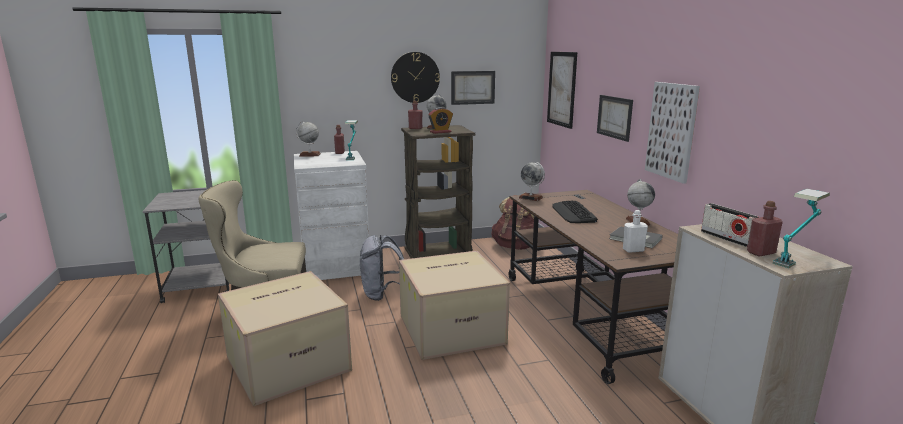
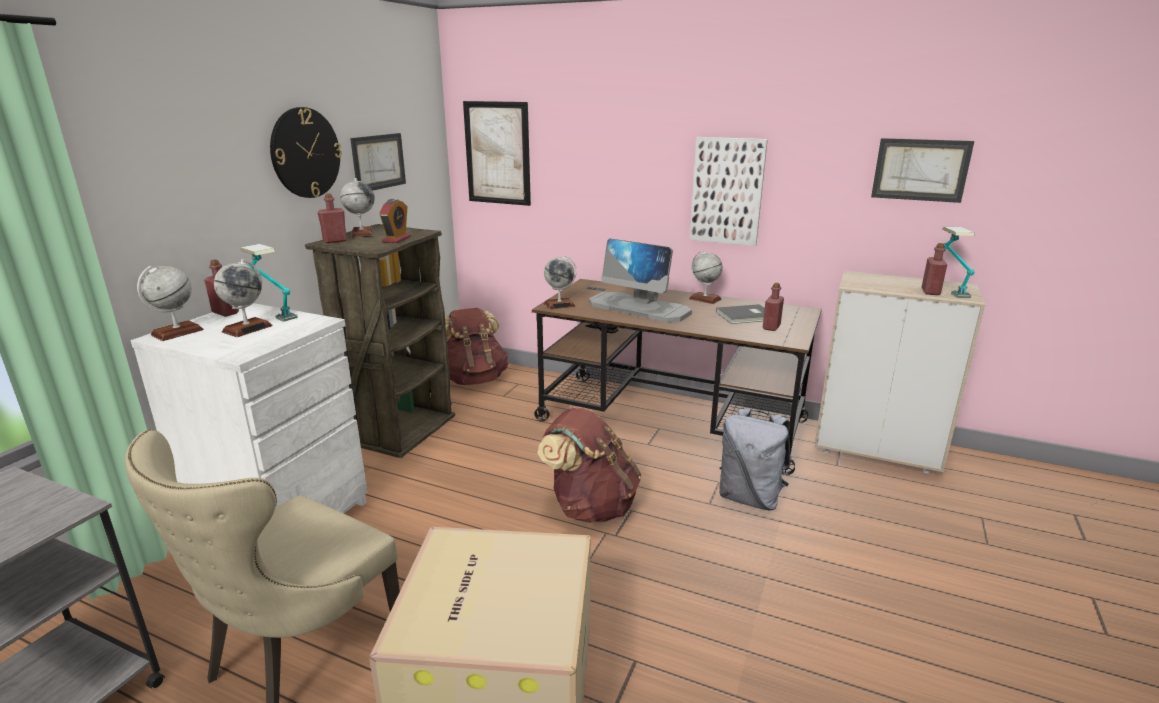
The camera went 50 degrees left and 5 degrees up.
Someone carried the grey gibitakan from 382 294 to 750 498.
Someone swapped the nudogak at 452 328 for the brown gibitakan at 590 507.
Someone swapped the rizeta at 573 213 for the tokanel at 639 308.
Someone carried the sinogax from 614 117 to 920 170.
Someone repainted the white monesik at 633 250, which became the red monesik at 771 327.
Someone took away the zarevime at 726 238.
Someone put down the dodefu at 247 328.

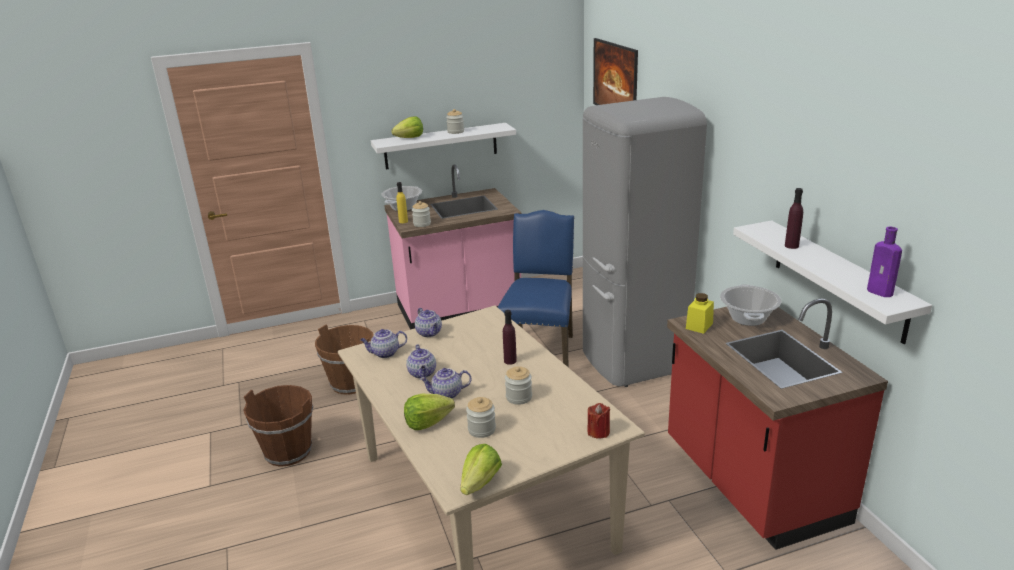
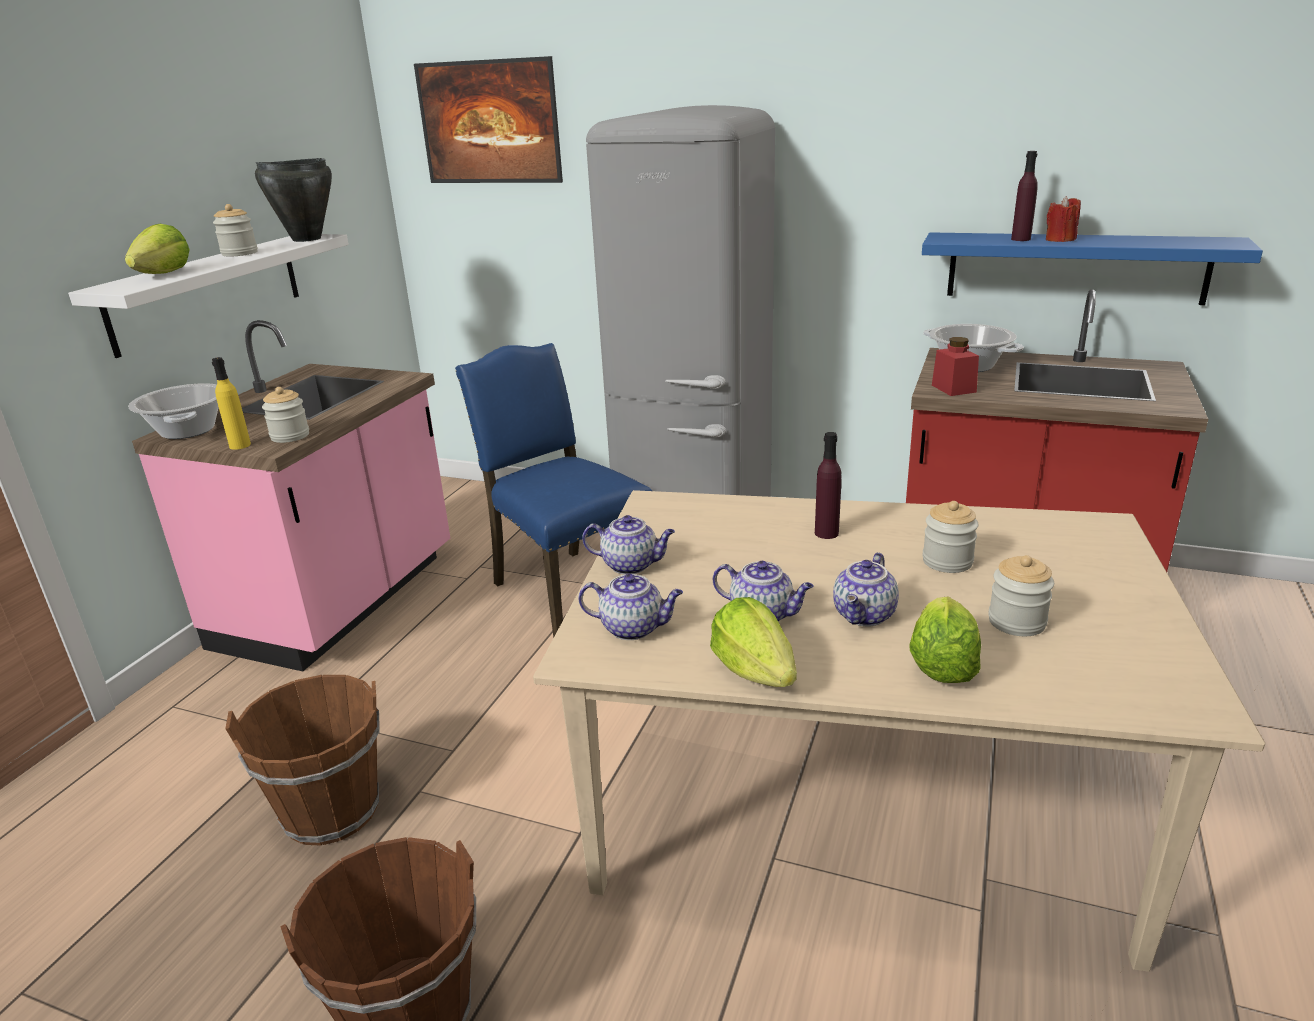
The camera went 50 degrees left and 0 degrees up.
Someone rotated the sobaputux at 385 353 by 105 degrees counterclockwise.
Someone carried the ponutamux from 480 483 to 754 671.
Someone carried the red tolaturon from 598 432 to 1060 240.
Someone repainted the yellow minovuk at 699 326, which became the red minovuk at 953 388.
Someone repainted the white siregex at 838 279, which became the blue siregex at 1075 267.
Someone took away the purple monesik at 881 292.
Someone put down the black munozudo at 306 239.

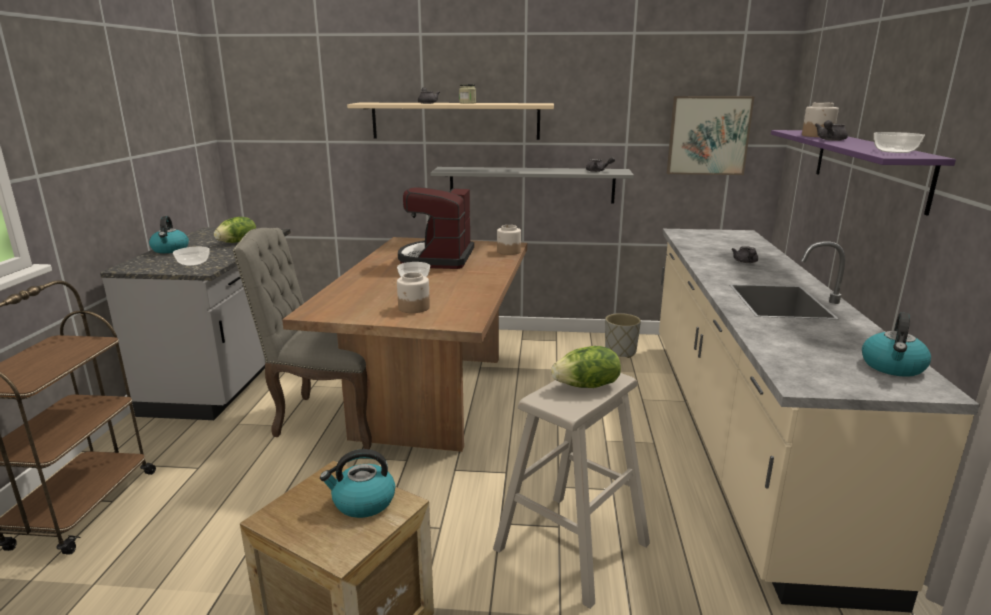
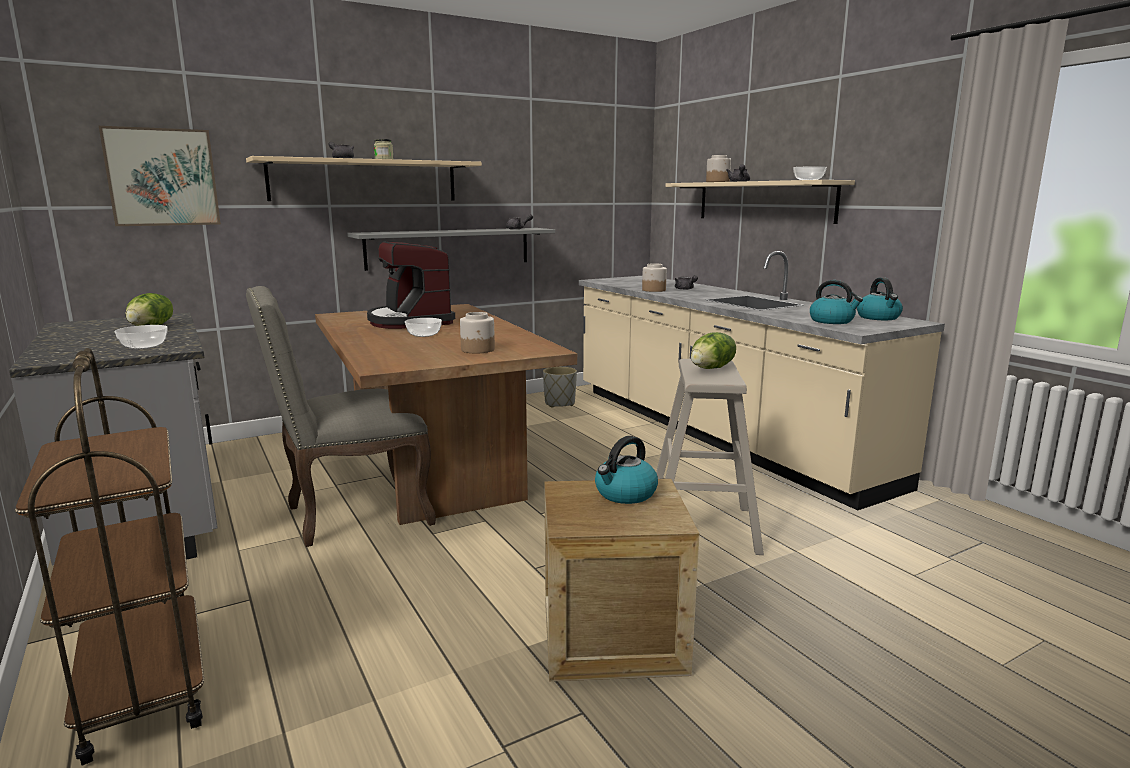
The camera went 35 degrees left and 5 degrees down.
Someone carried the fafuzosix from 170 250 to 832 321.
Someone carried the minovuk from 508 251 to 653 290.
Someone carried the sinogax from 708 135 to 162 177.
Someone repainted the purple siregex at 868 166, which became the beige siregex at 763 201.

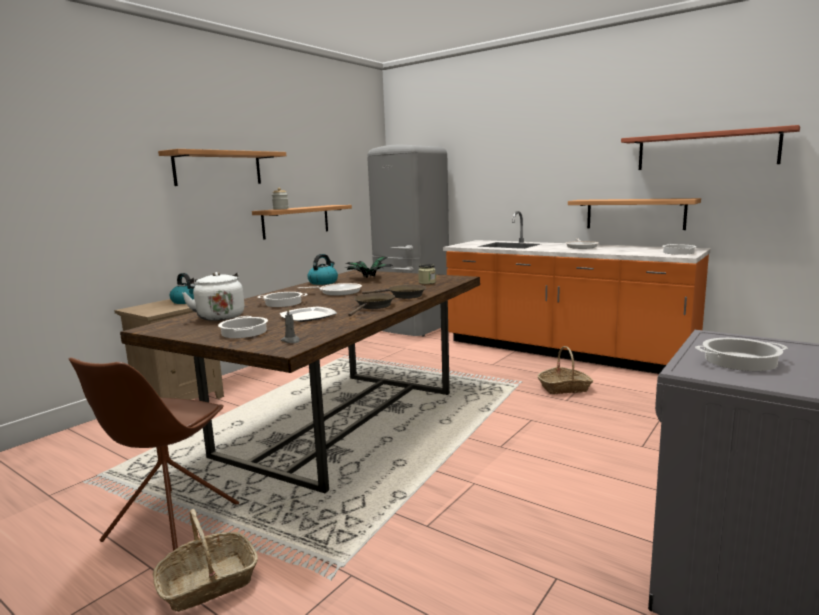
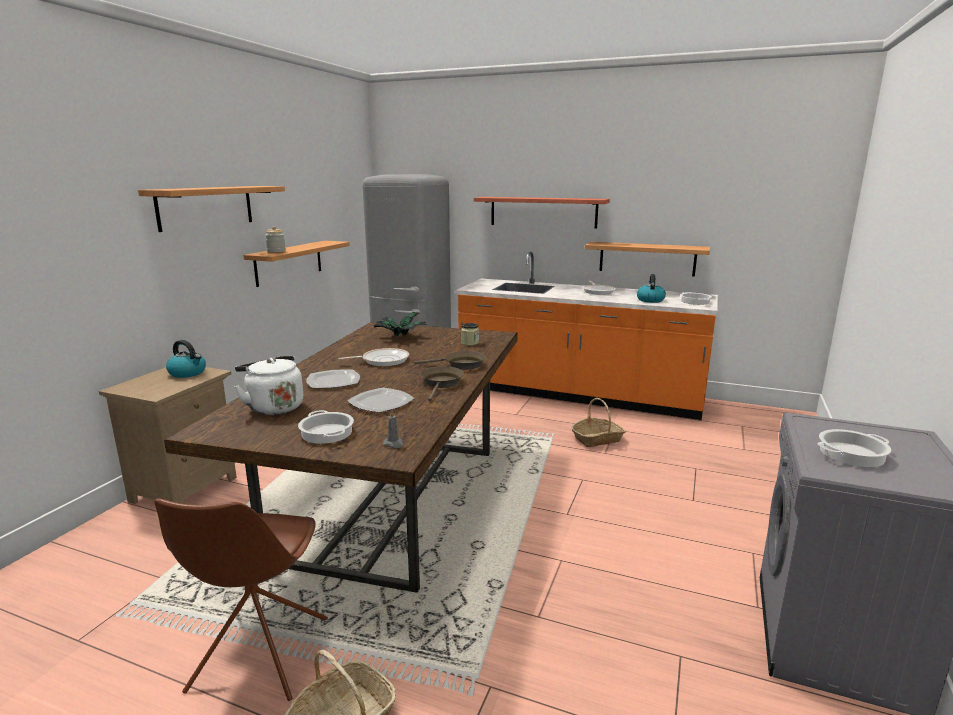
The camera went 15 degrees left and 5 degrees up.
Someone swapped the munozudo at 283 303 for the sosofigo at 334 381.
Someone carried the fafuzosix from 323 282 to 650 300.
Someone carried the siregex from 706 150 to 543 212.

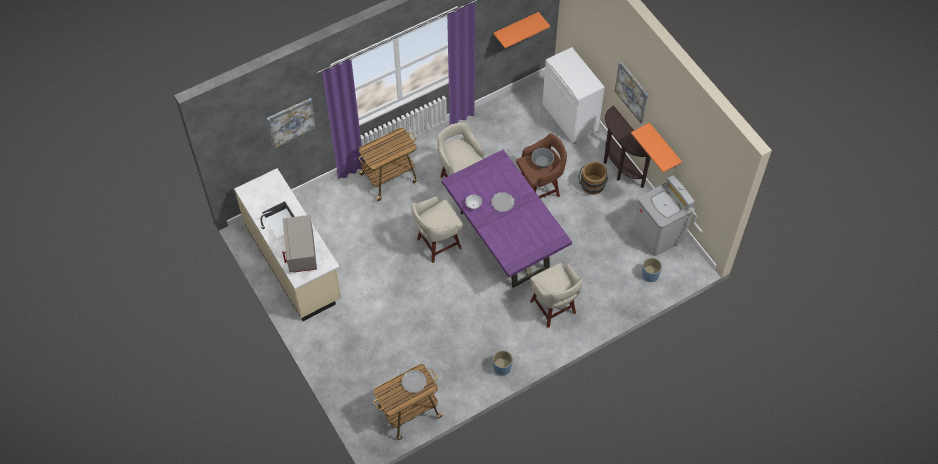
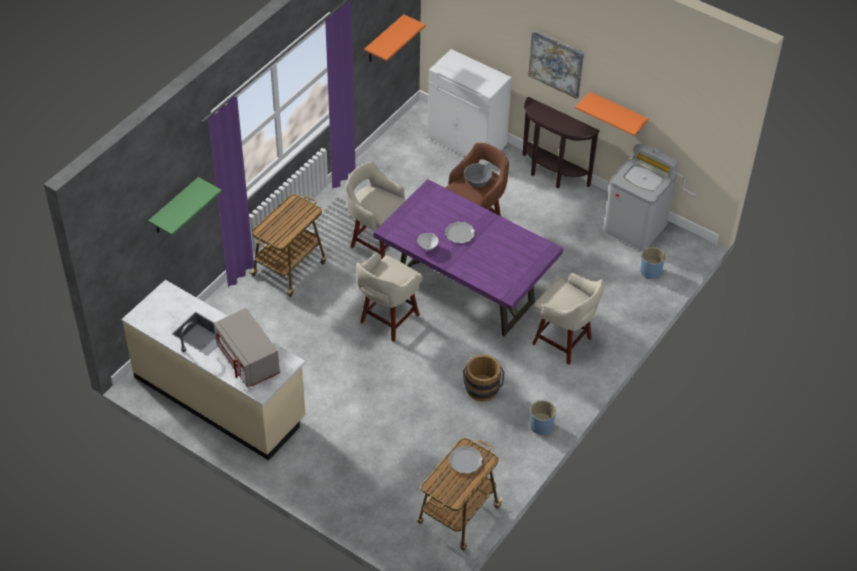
The camera went 25 degrees left and 10 degrees down.
Someone swapped the sinogax at 291 122 for the green siregex at 174 207.
Someone carried the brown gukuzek from 592 187 to 482 391.

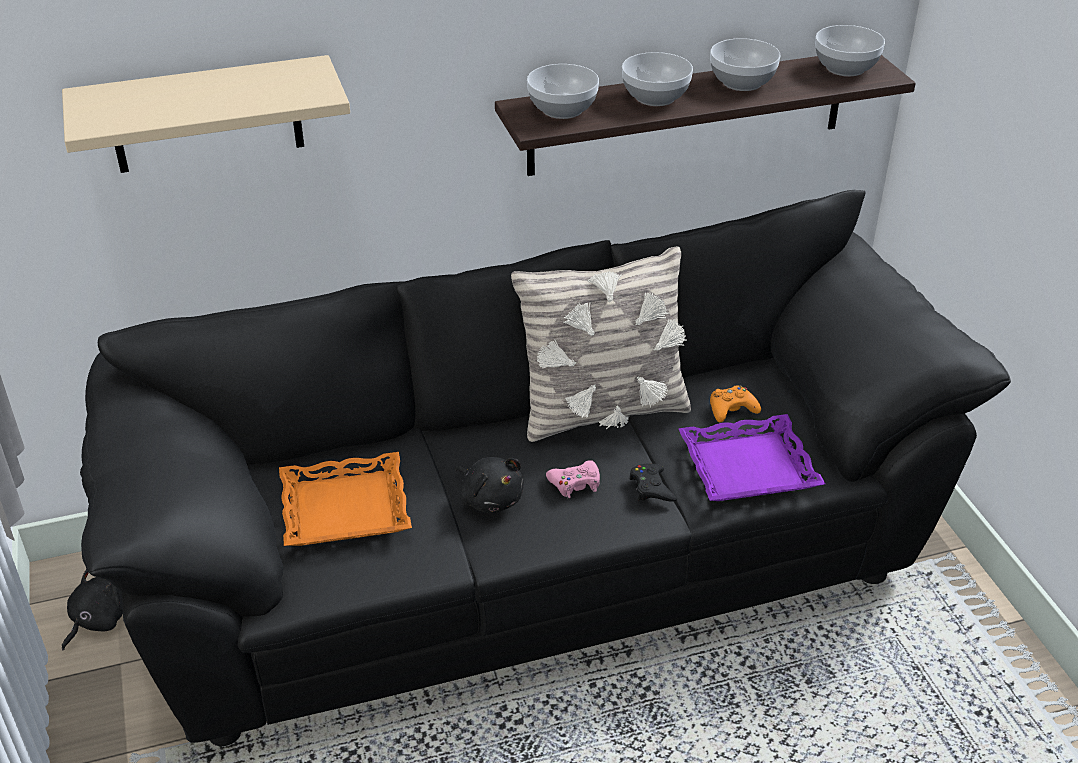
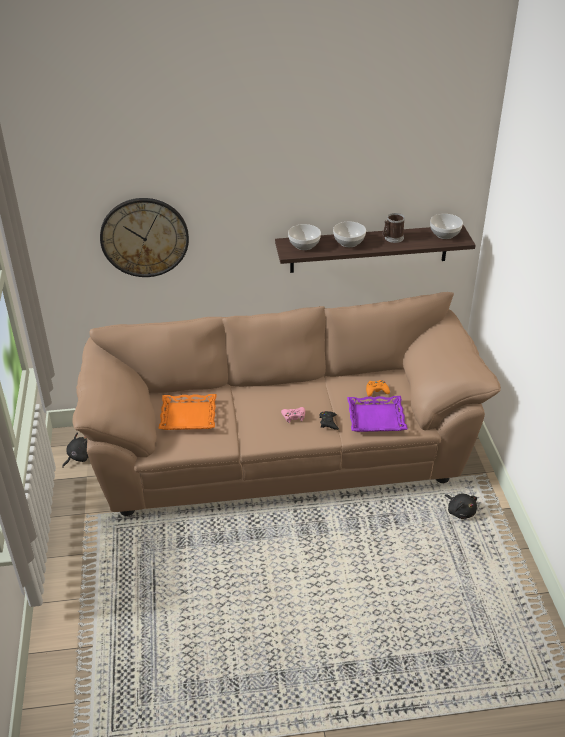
The camera went 10 degrees right and 0 degrees up.
Someone swapped the beige siregex at 206 115 for the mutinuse at 144 237.
Someone repainted the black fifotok at 539 570, which became the beige fifotok at 283 458.
Someone carried the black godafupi from 490 498 to 460 511.
Someone took away the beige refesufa at 603 412.
Someone swapped the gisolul at 742 83 for the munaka at 392 238.

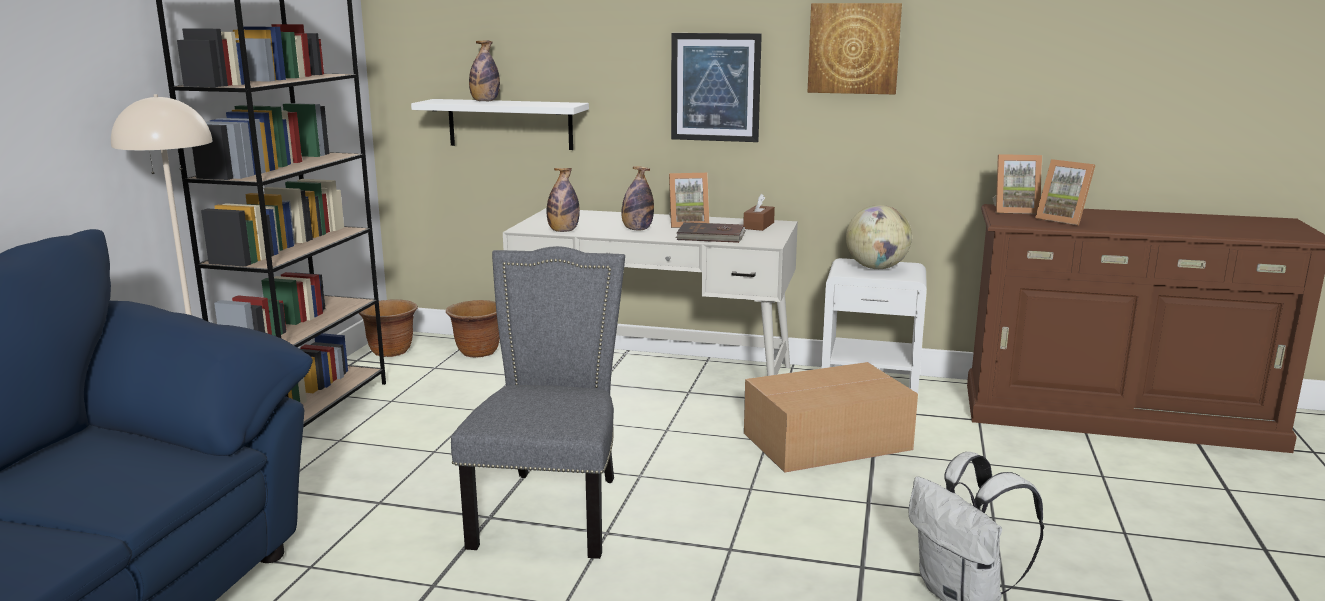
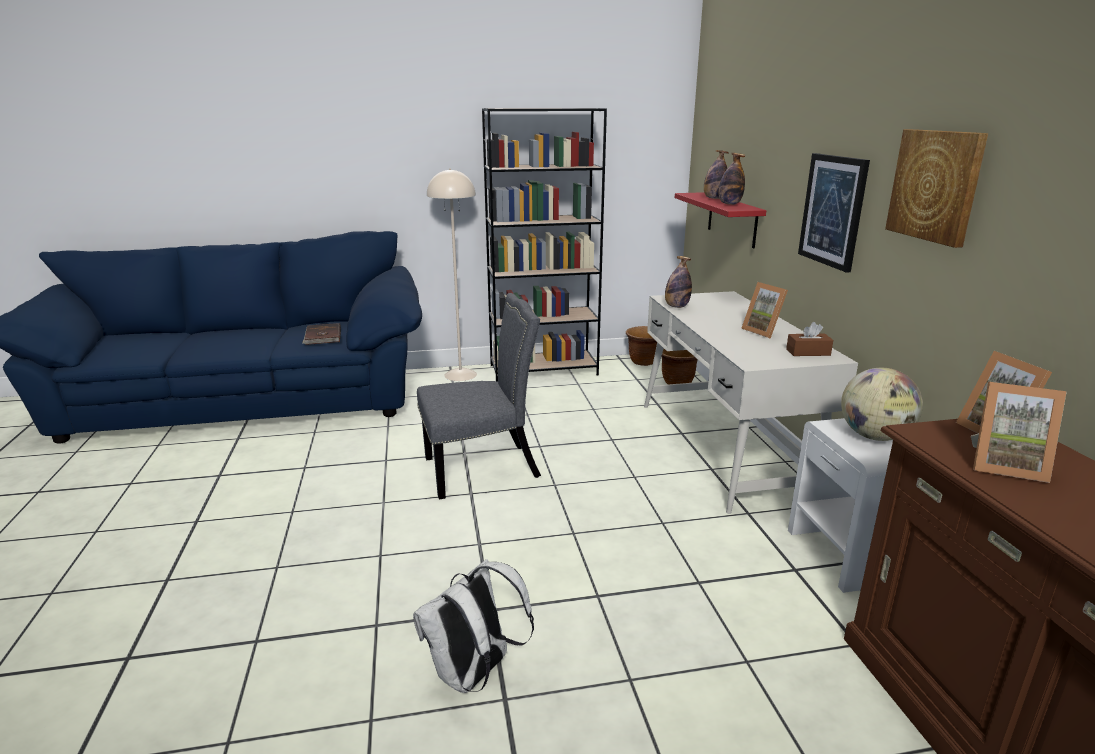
The camera went 65 degrees right and 5 degrees up.
Someone repainted the white siregex at 510 124, which became the red siregex at 732 219.
Someone carried the monesik from 637 229 to 729 204.
Someone carried the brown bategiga from 711 236 to 322 336.
Someone took away the nudogak at 829 441.
Someone rotated the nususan at 1063 220 by 90 degrees counterclockwise.

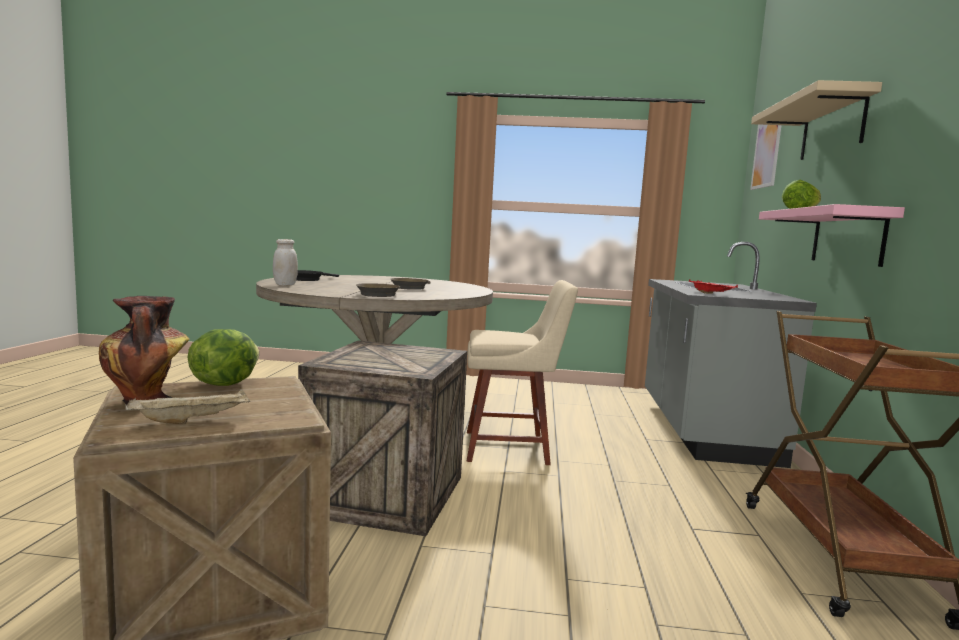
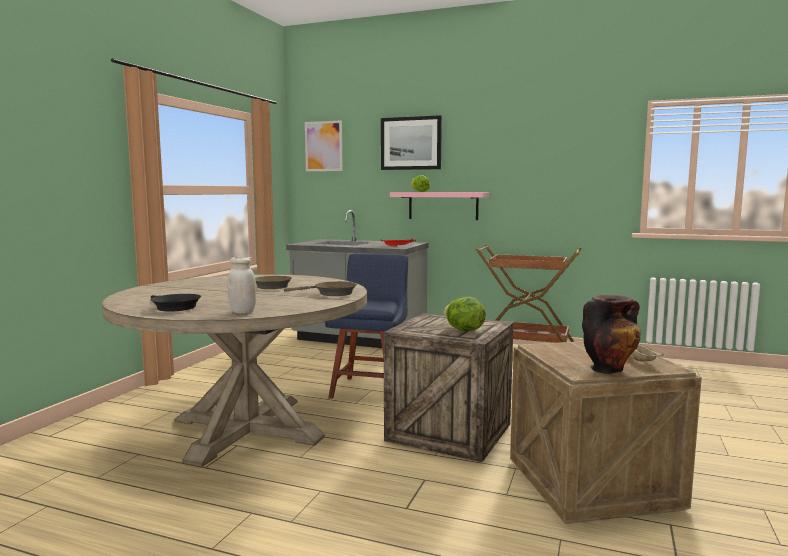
The camera went 75 degrees left and 0 degrees up.
Someone carried the ponutamux from 224 383 to 463 330.
Someone repainted the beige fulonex at 512 447, which became the blue fulonex at 371 388.
Someone swapped the beige siregex at 832 127 for the sinogax at 411 143.

